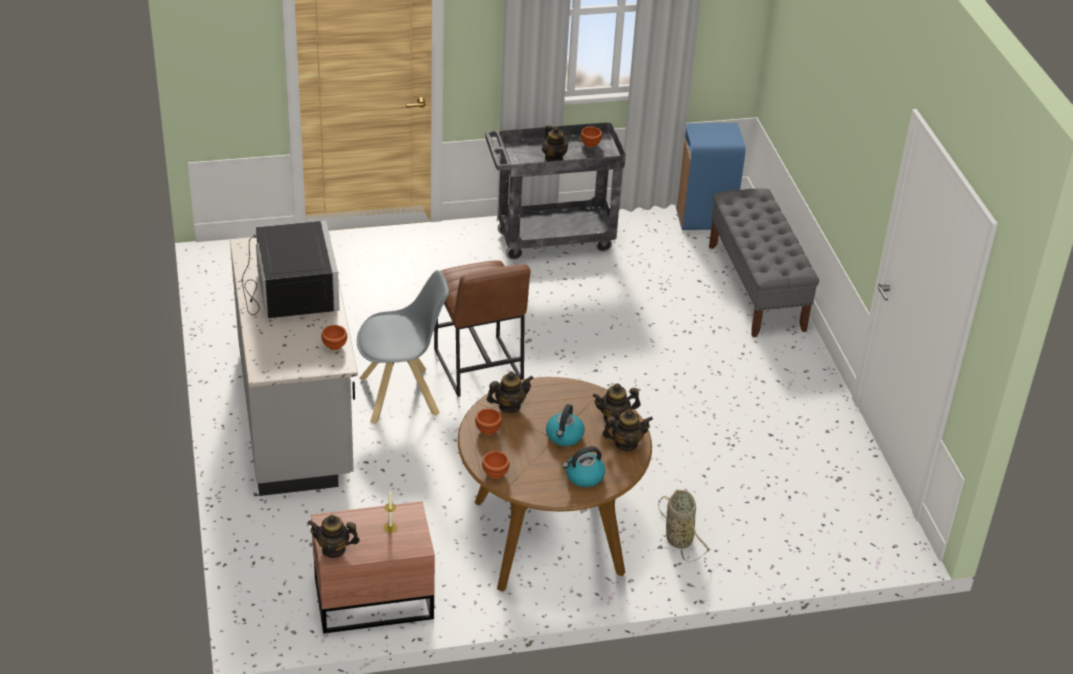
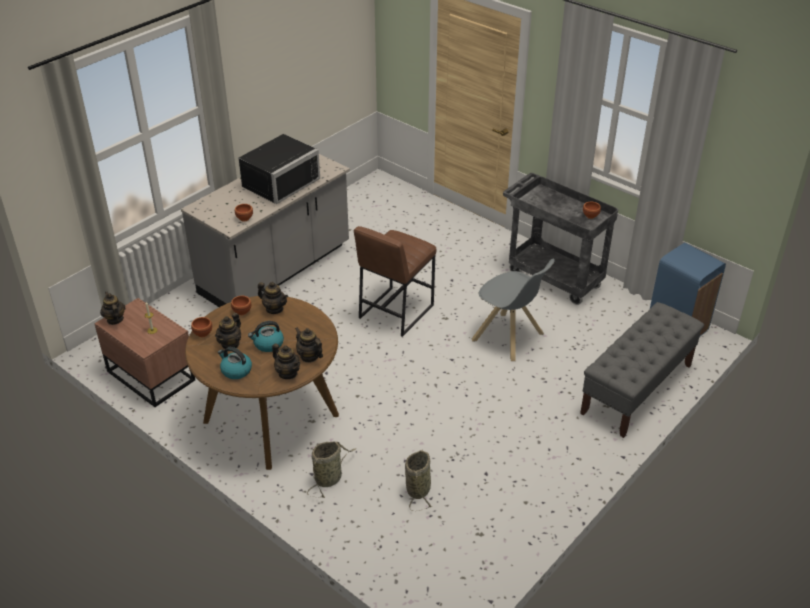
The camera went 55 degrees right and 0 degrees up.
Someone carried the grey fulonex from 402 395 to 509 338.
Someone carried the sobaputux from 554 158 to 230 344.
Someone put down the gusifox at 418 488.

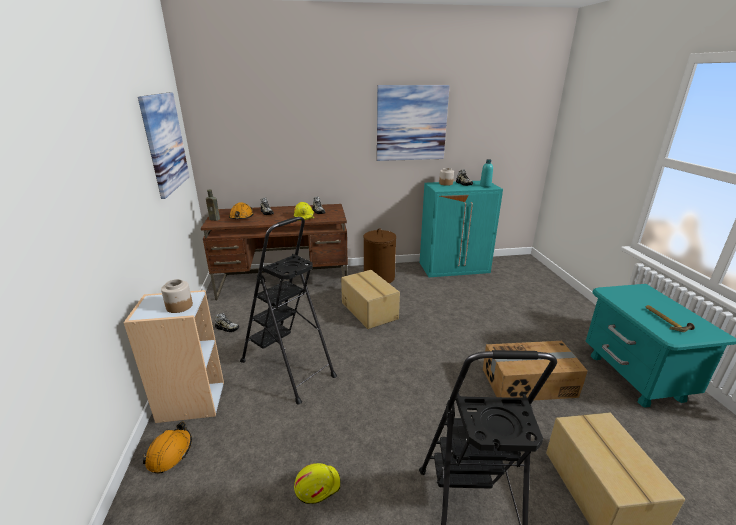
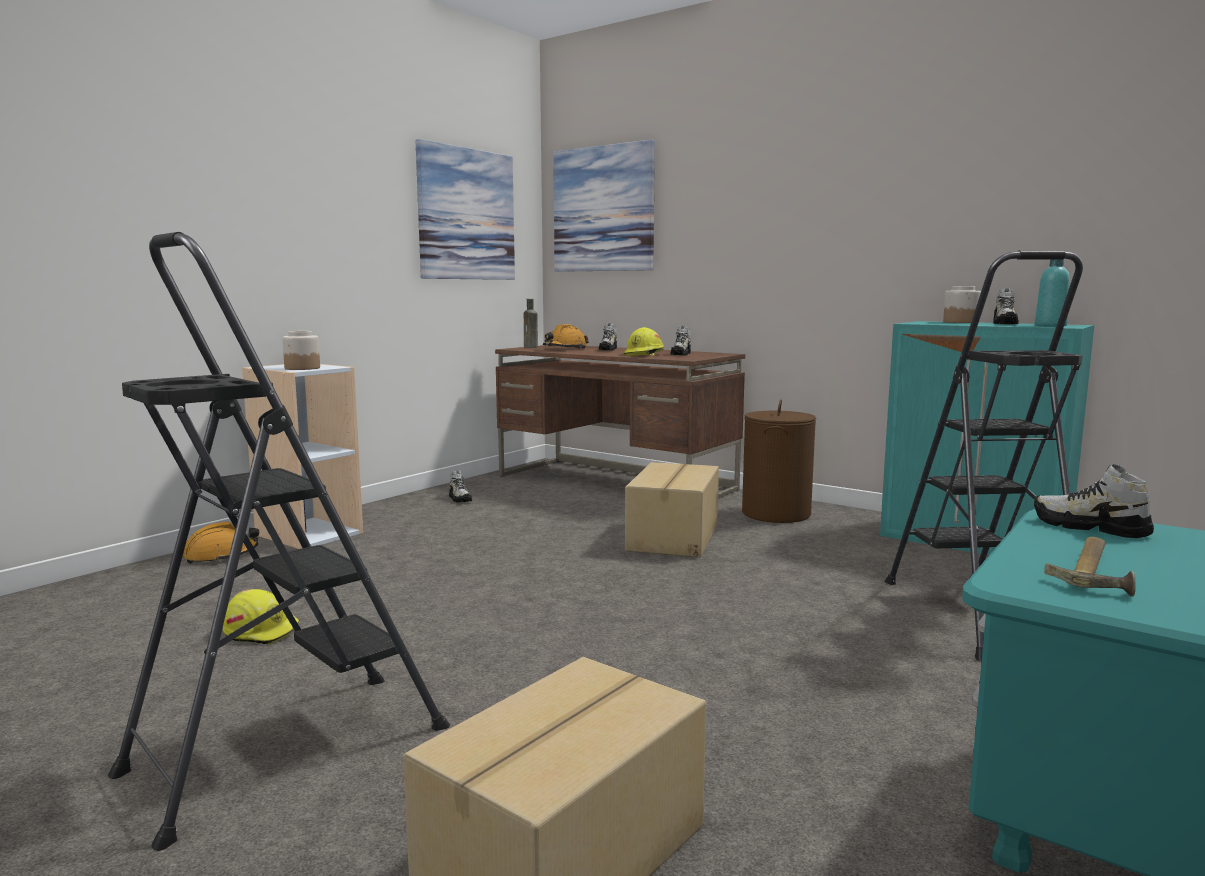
The camera went 45 degrees right and 15 degrees down.
Someone carried the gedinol from 288 369 to 979 616.
Someone carried the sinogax from 411 123 to 603 209.
Someone took away the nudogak at 529 383.
Someone put down the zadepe at 1090 527.

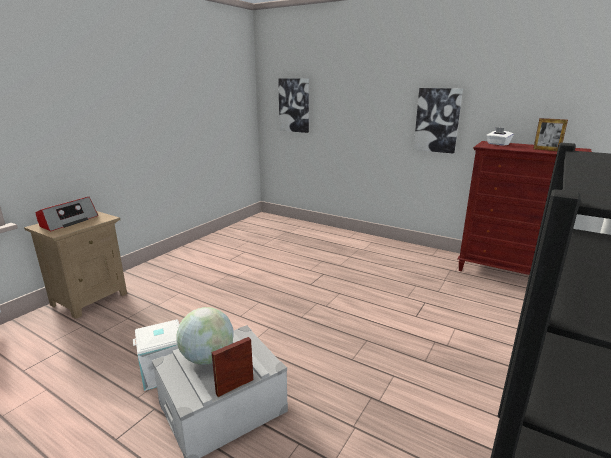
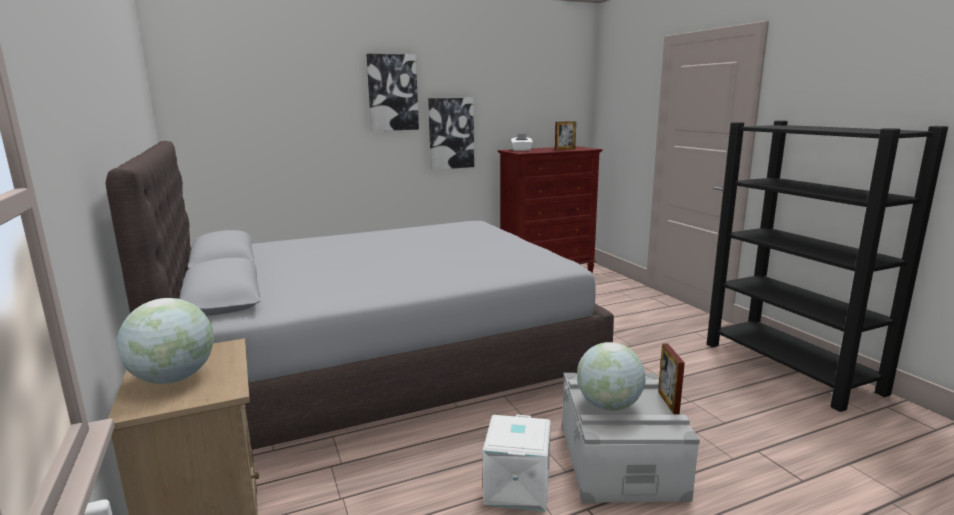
The camera went 55 degrees left and 5 degrees down.
Someone swapped the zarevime at 68 221 for the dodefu at 173 378.
Someone carried the sinogax from 294 105 to 392 92.
Someone put down the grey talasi at 381 364.

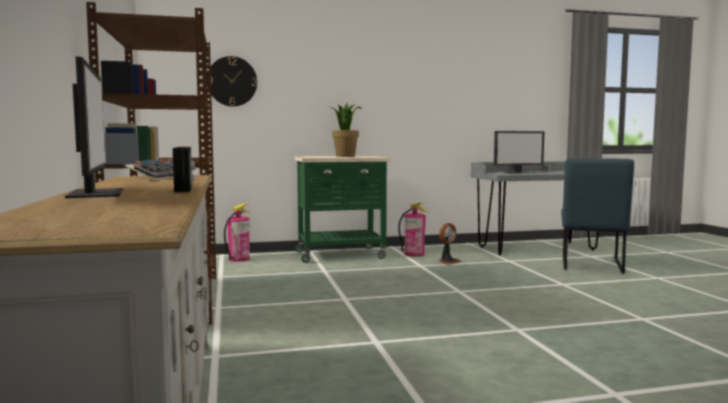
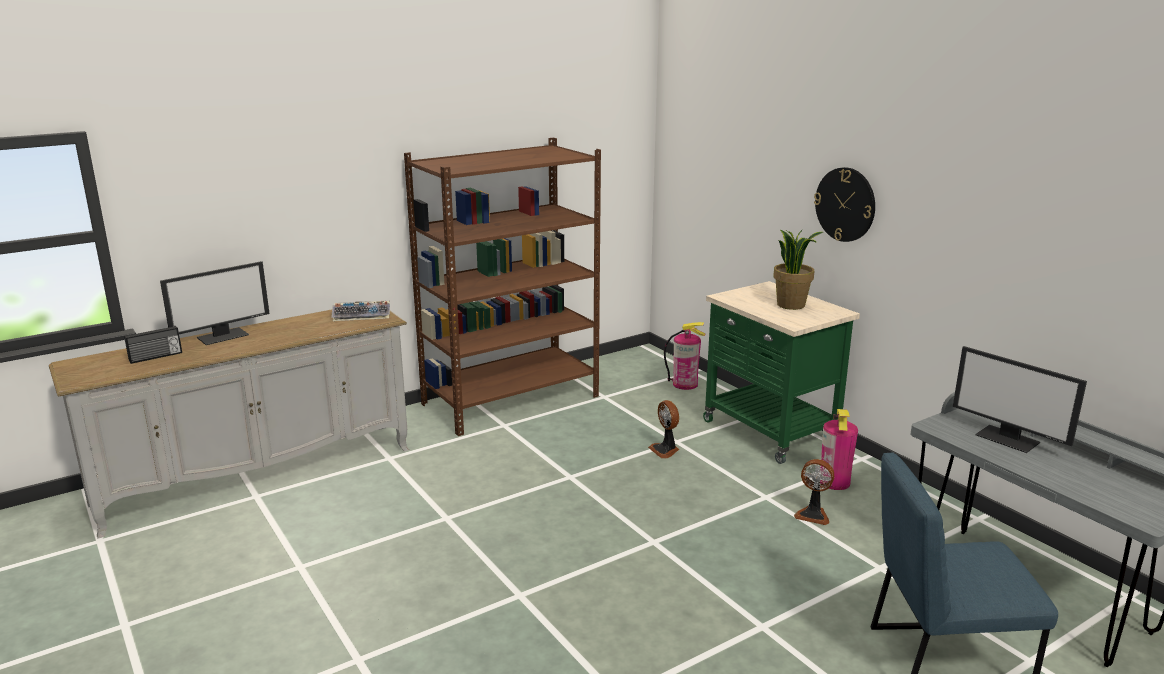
The camera went 70 degrees right and 15 degrees up.
Someone carried the zarevime from 185 188 to 156 357.
Someone carried the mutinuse from 232 81 to 845 204.
Someone put down the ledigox at 665 450.

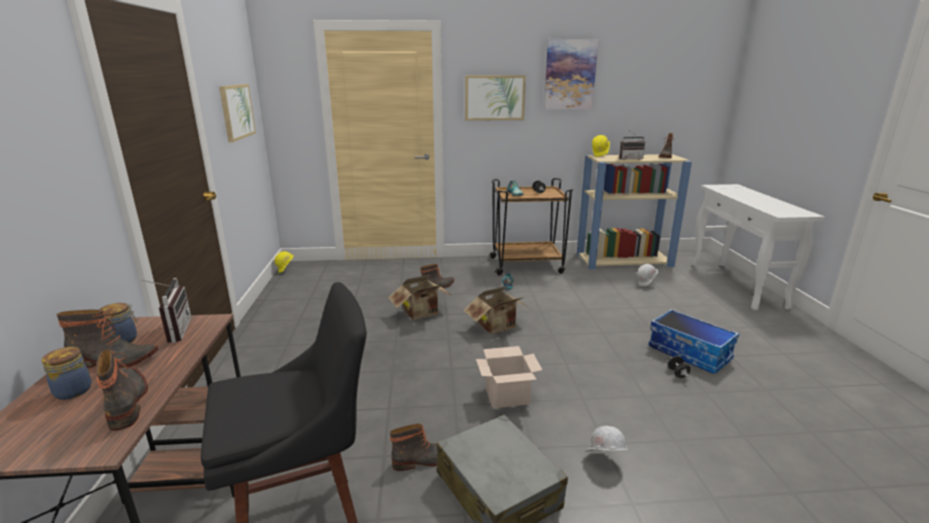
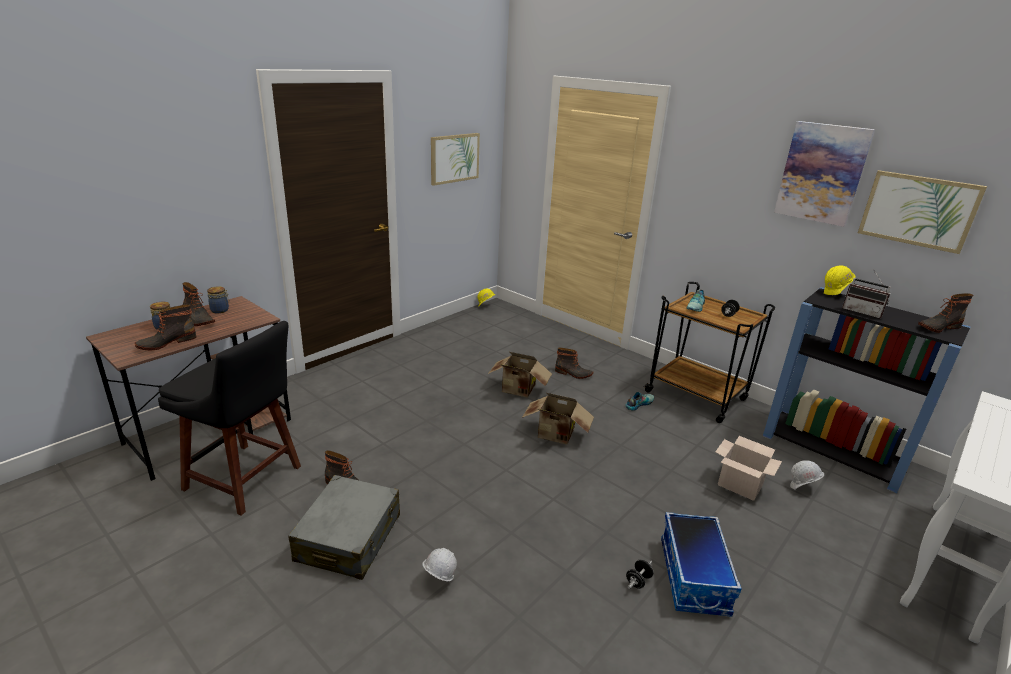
The camera went 45 degrees right and 5 degrees up.
Someone rotated the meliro at 127 401 by 150 degrees counterclockwise.
Someone took away the zarevime at 173 331.
Someone carried the sinogax from 494 97 to 918 210.
Someone carried the nudogak from 508 395 to 741 485.
Someone repainted the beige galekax at 624 260, which became the black galekax at 835 449.

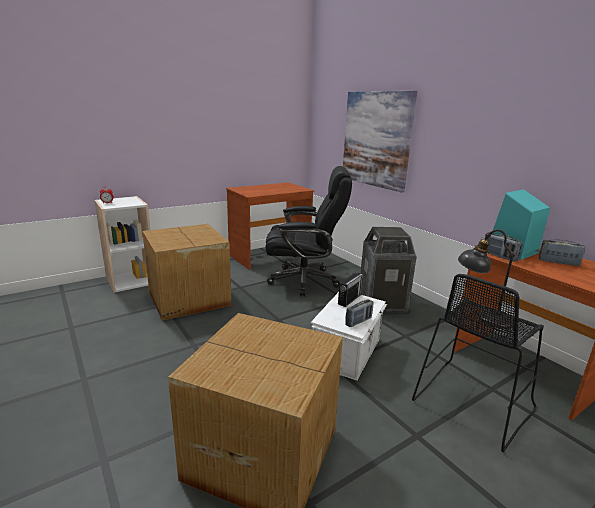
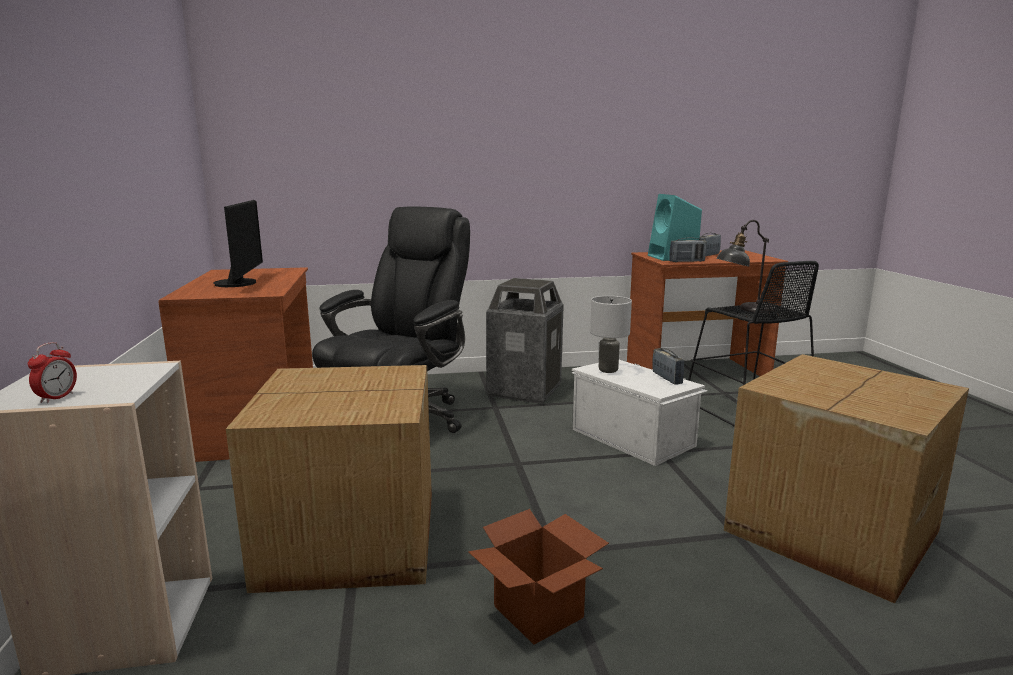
The camera went 65 degrees left and 5 degrees down.
Someone swapped the zarevime at 349 299 for the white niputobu at 607 370.
Someone took away the sinogax at 376 139.
Someone put down the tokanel at 240 283.
Someone put down the nudogak at 537 612.

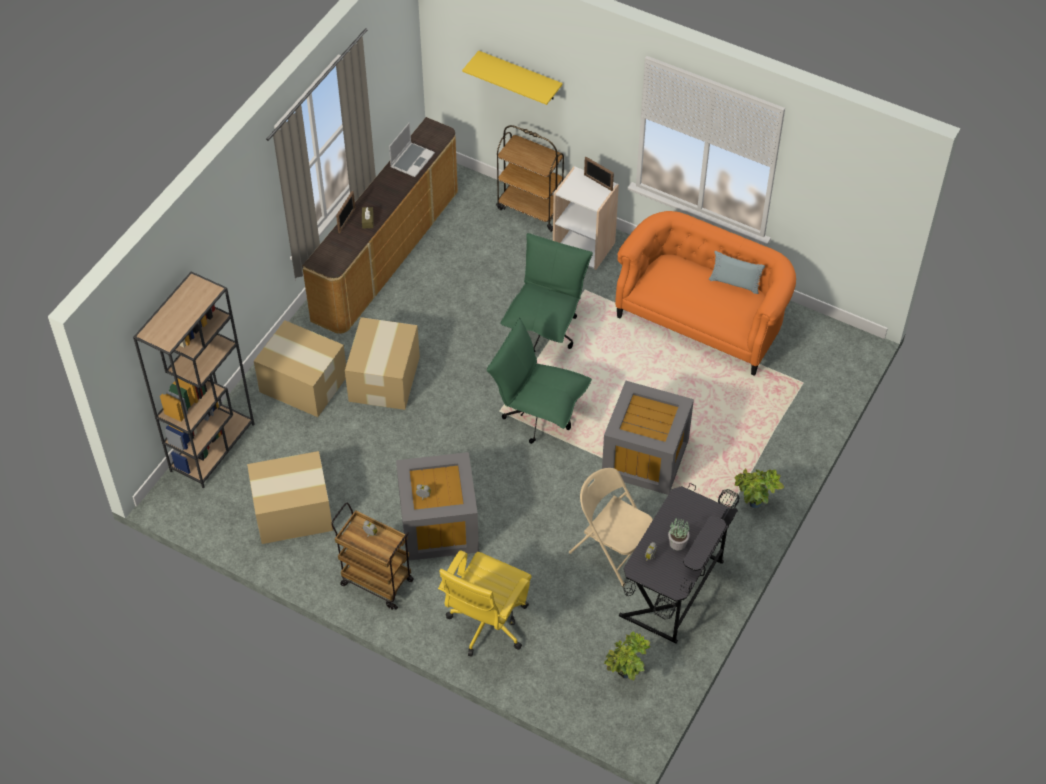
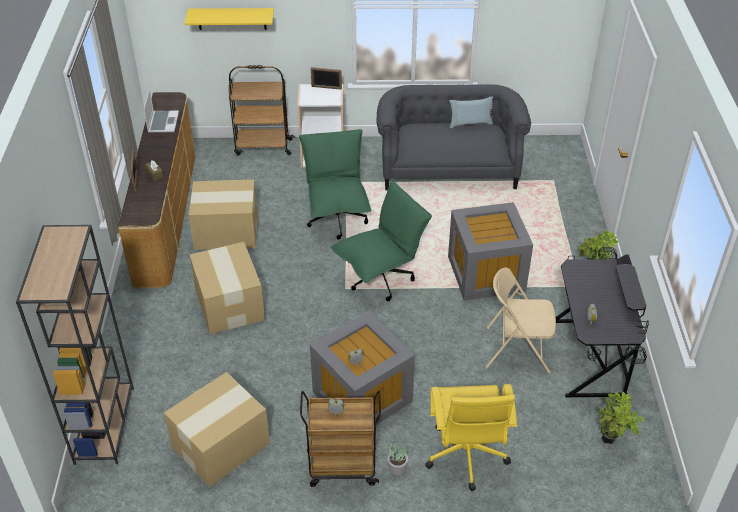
The camera went 30 degrees left and 10 degrees down.
Someone carried the nudogak from 303 383 to 225 231.
Someone rotated the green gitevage at 539 415 by 150 degrees clockwise.
Someone repainted the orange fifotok at 702 318, which became the grey fifotok at 448 168.
Someone carried the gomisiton from 678 542 to 397 467.

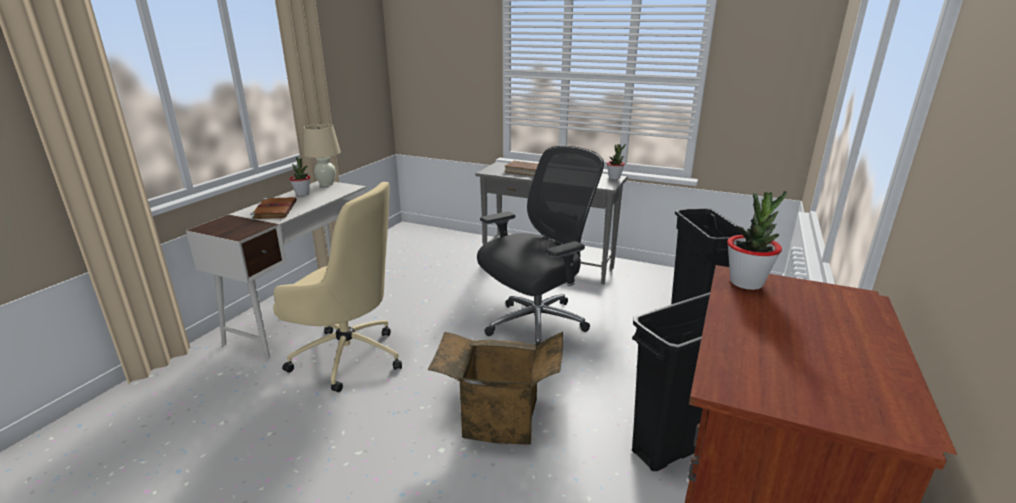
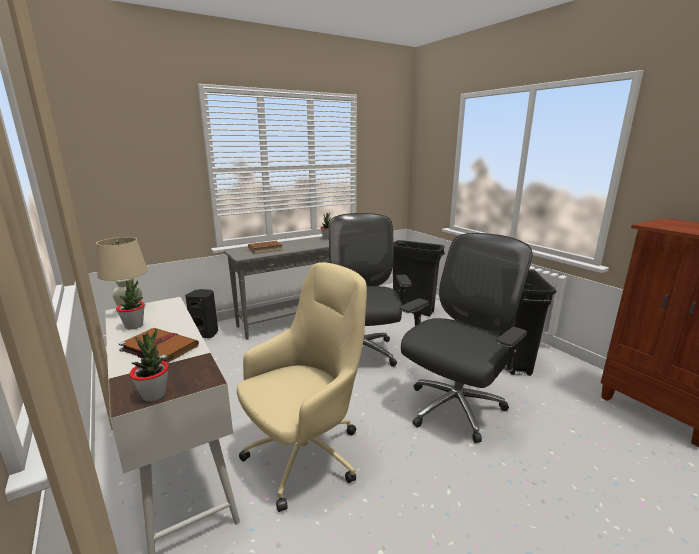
The camera went 55 degrees left and 5 degrees down.
Someone swapped the nudogak at 498 421 for the gitevage at 455 408.
Someone carried the gomisiton from 746 282 to 154 395.
Someone put down the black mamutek at 206 333.

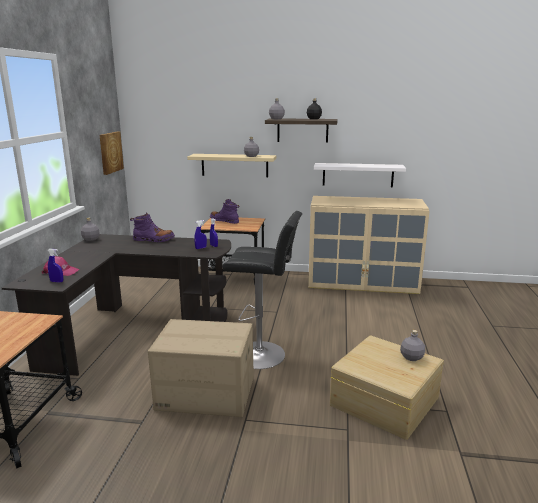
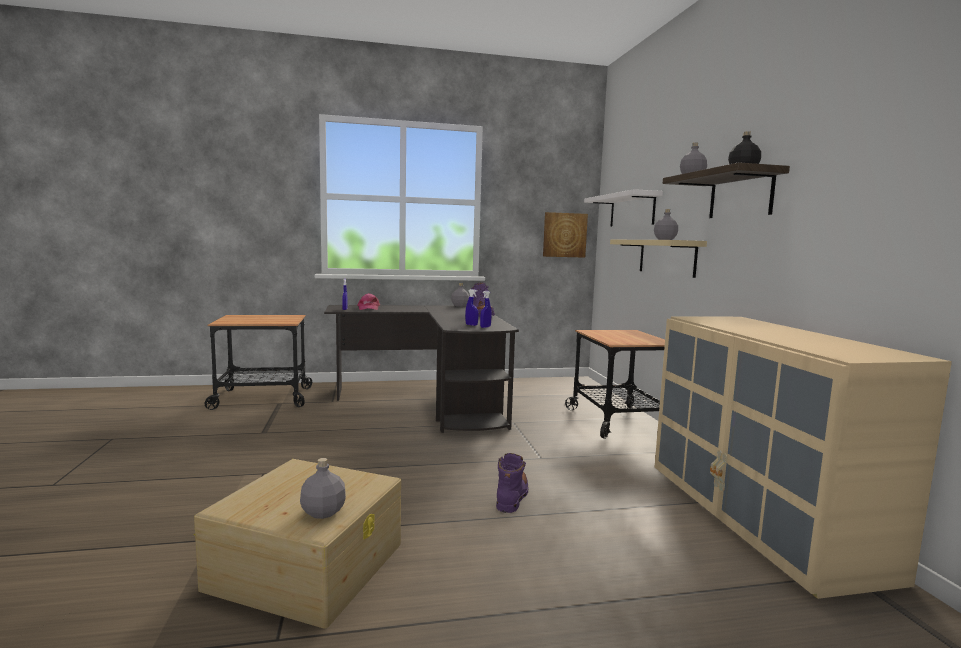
The camera went 70 degrees right and 10 degrees down.
Someone took away the nudogak at 205 394.
Someone carried the purple meliro from 224 221 to 512 496.
Someone took away the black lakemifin at 263 355.
Someone carried the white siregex from 357 175 to 632 210.

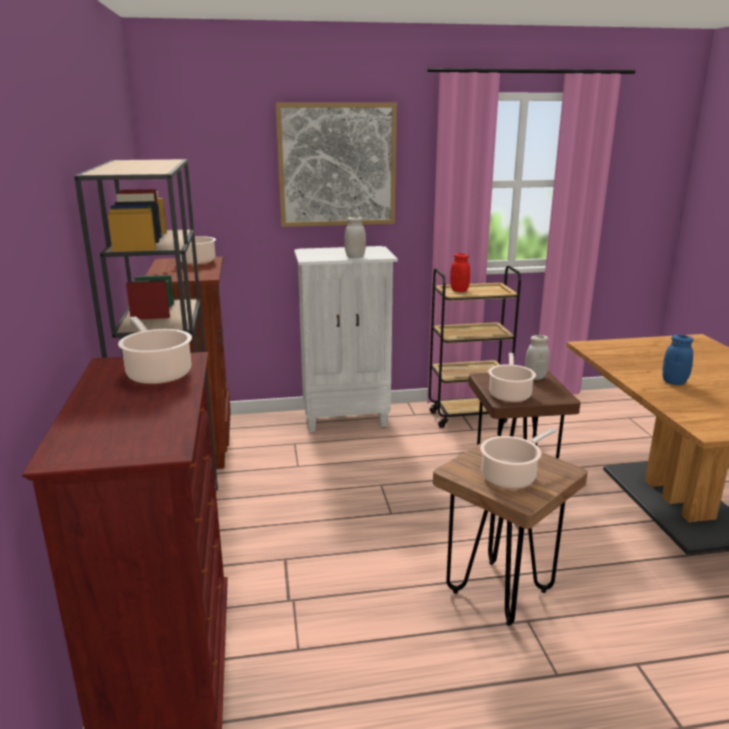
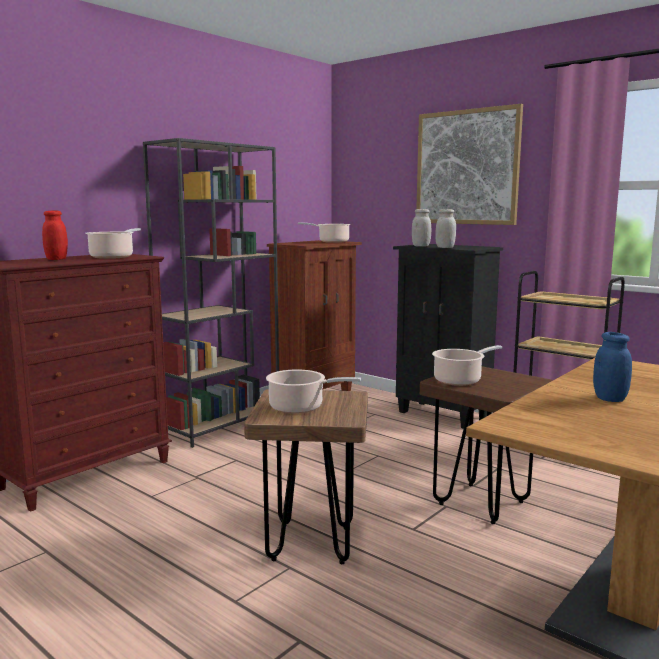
The camera went 50 degrees right and 10 degrees down.
Someone repainted the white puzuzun at 345 420, which became the black puzuzun at 442 415.
Someone carried the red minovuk from 459 290 to 56 259.
Someone carried the white minovuk from 535 377 to 421 246.

